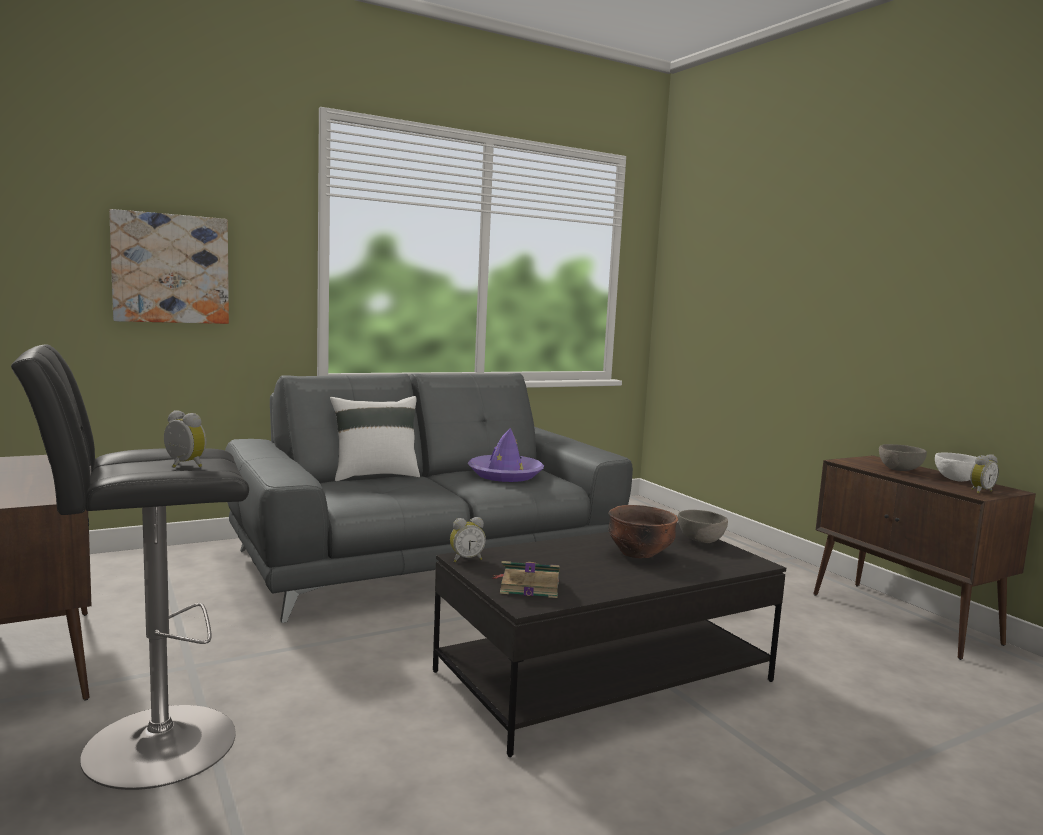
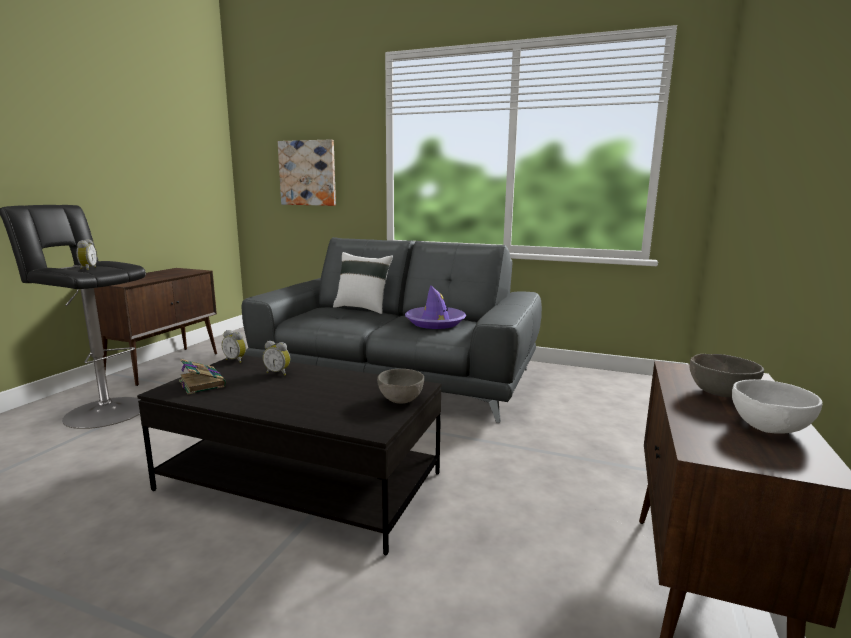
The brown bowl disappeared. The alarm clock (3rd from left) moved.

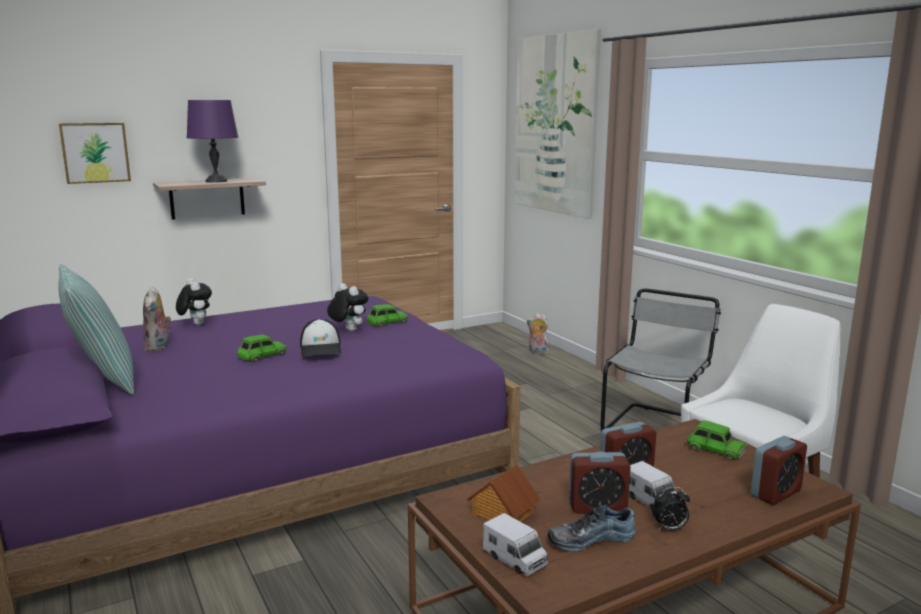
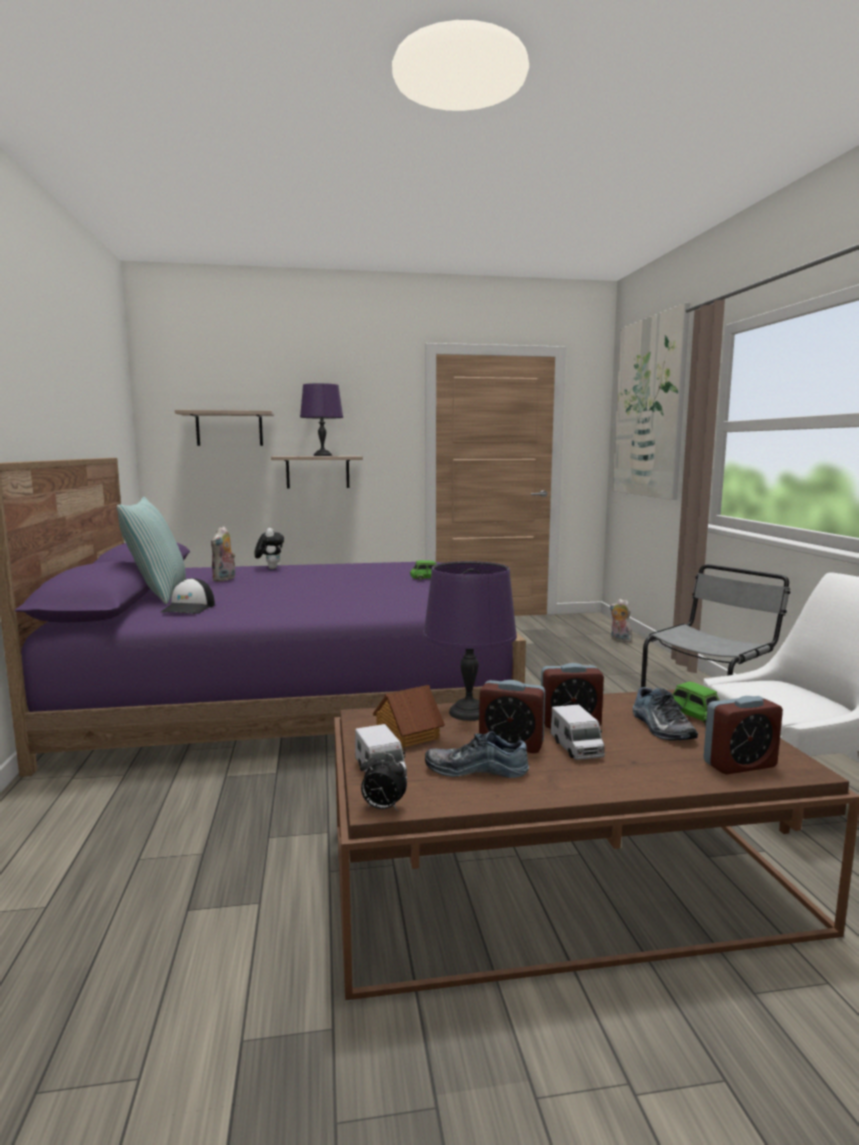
The green toy car (1st from left) disappeared. The plush toy (3rd from left) disappeared. The purple table lamp (2nd from left) appeared. The shoe (2nd from left) appeared. The cap moved. The alarm clock (3rd from left in the first image) moved. The picture (1st from left) was replaced by the shelf (1st from left).

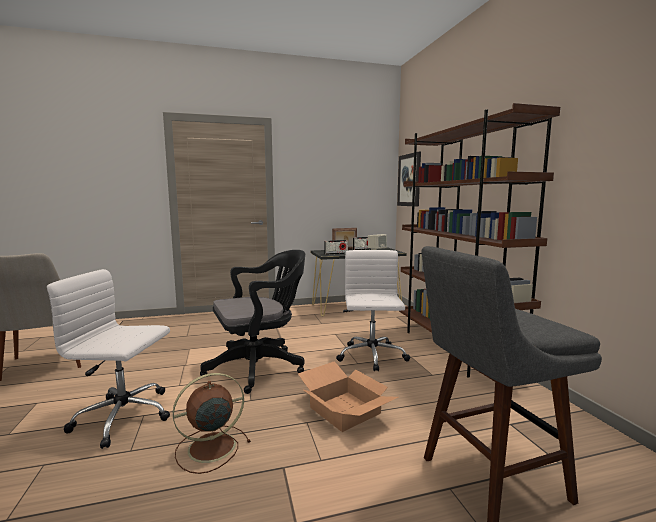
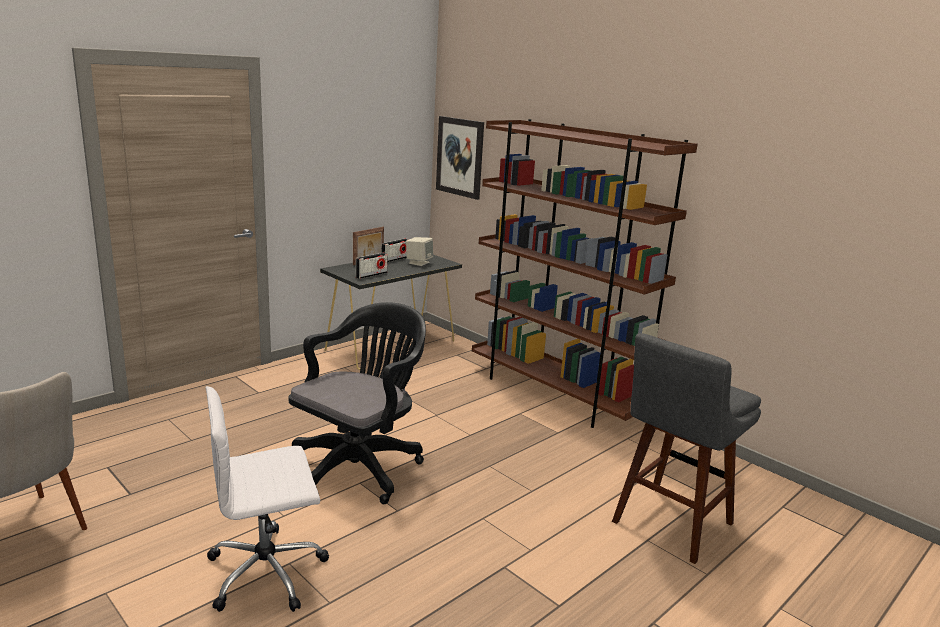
The brown fan disappeared. The cardboard box disappeared. The white office chair (2nd from left) disappeared.

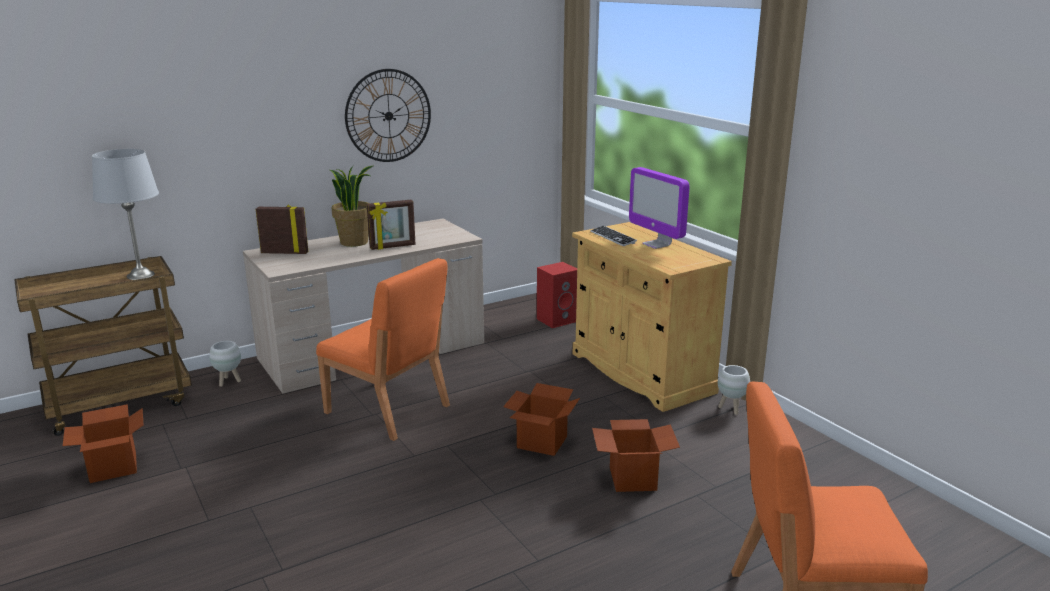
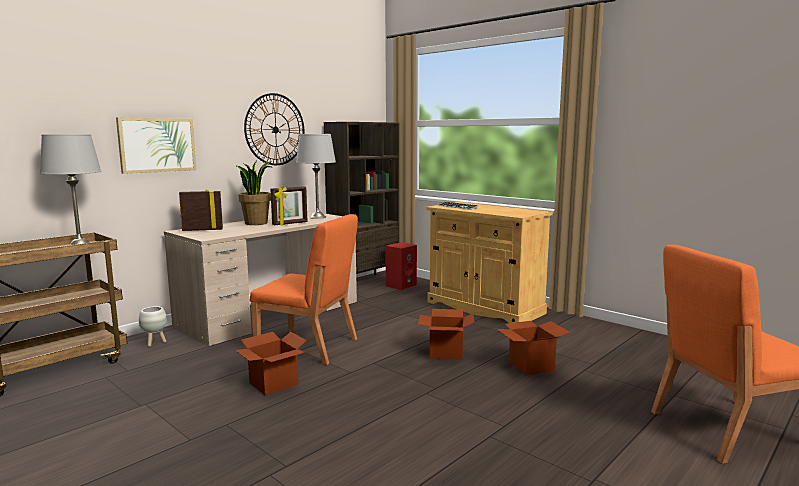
The monitor disappeared. The white planter (2nd from left) disappeared. The picture appeared. The grey table lamp (2nd from left) appeared. The brown bookcase appeared. The cardboard box (1st from left) moved.

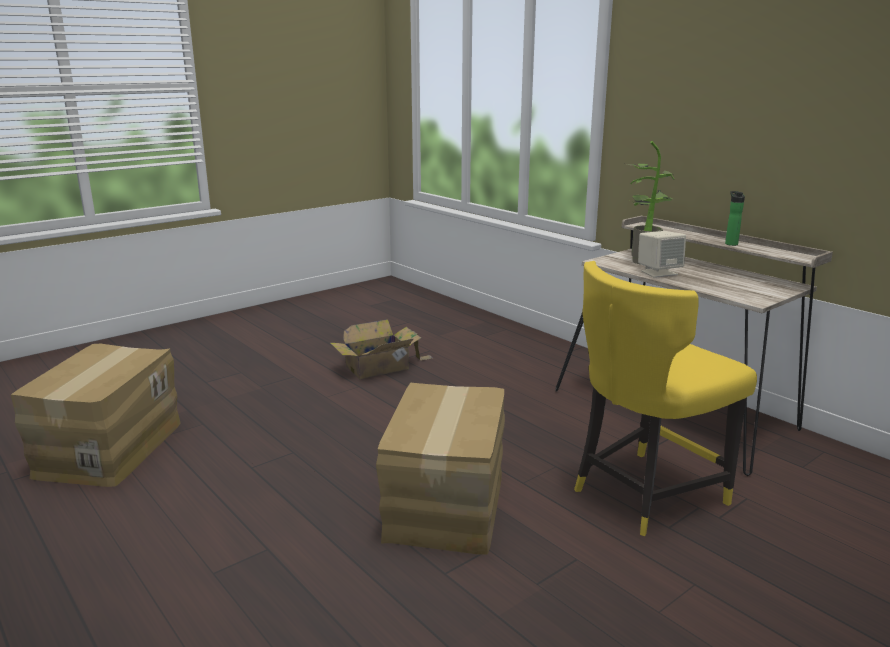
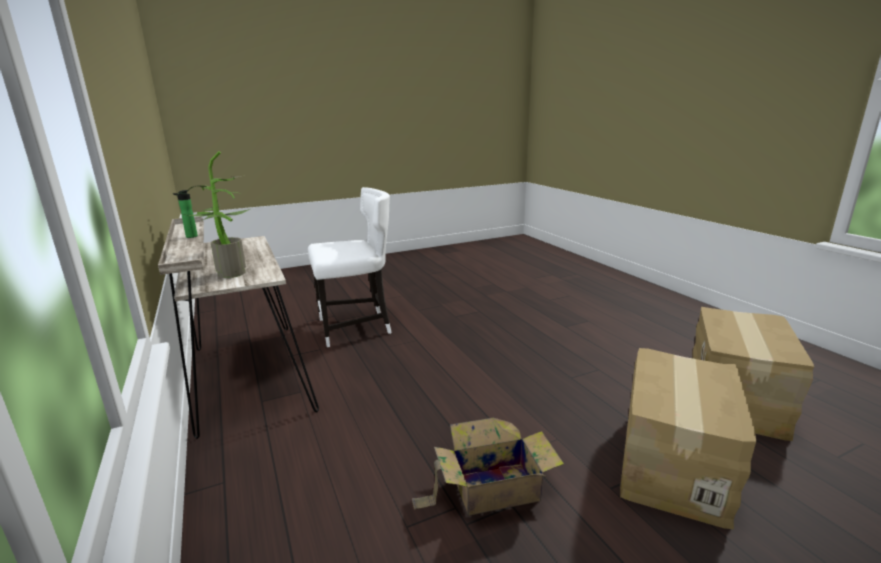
The beige speaker disappeared. The cardboard box (3rd from left in the first image) moved. The yellow chair became the white chair.

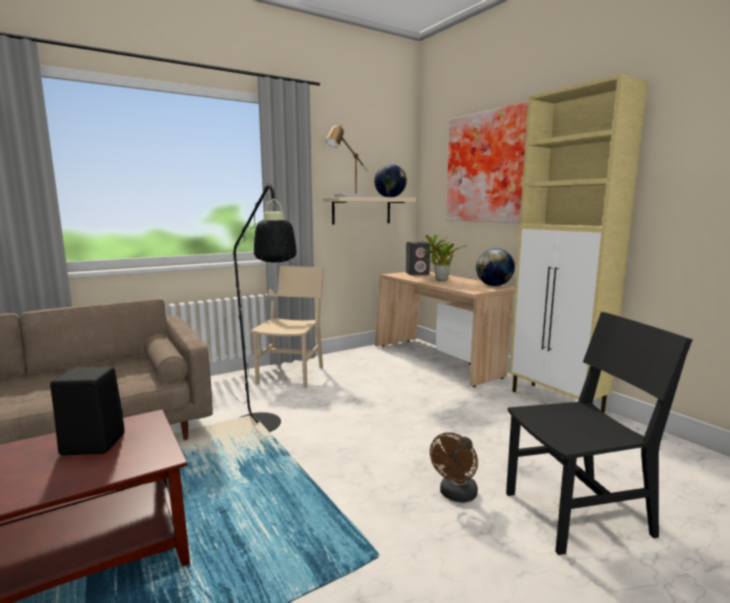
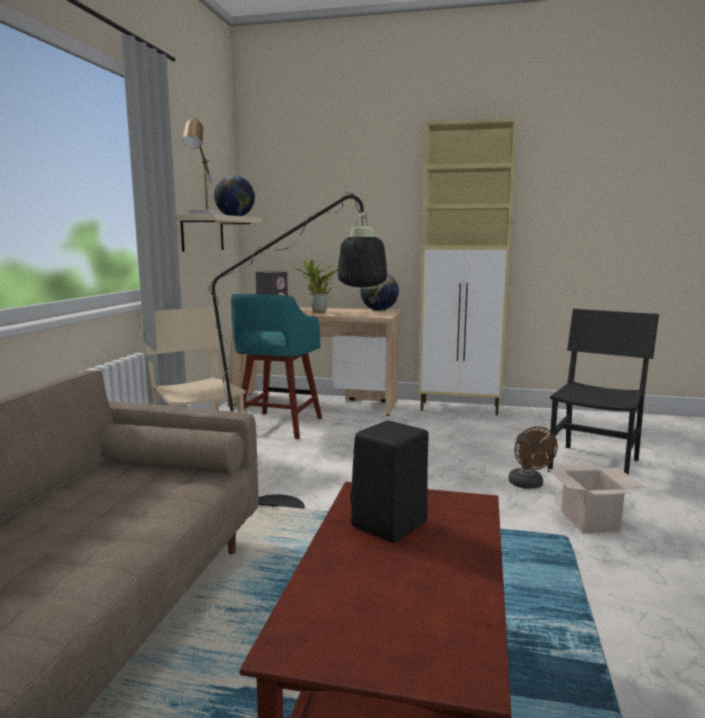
The picture disappeared. The turquoise stool appeared. The cardboard box appeared.

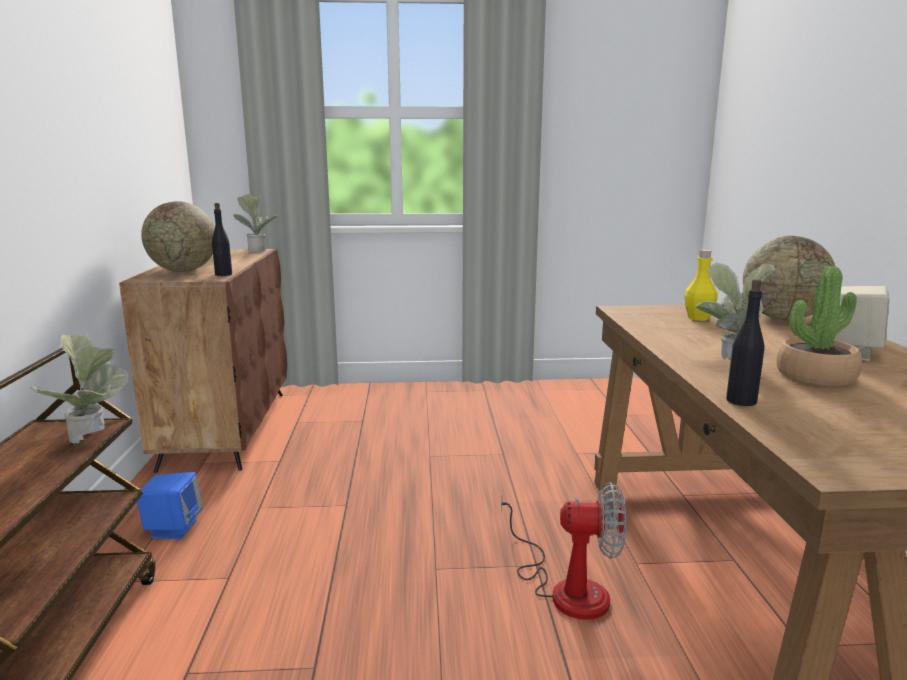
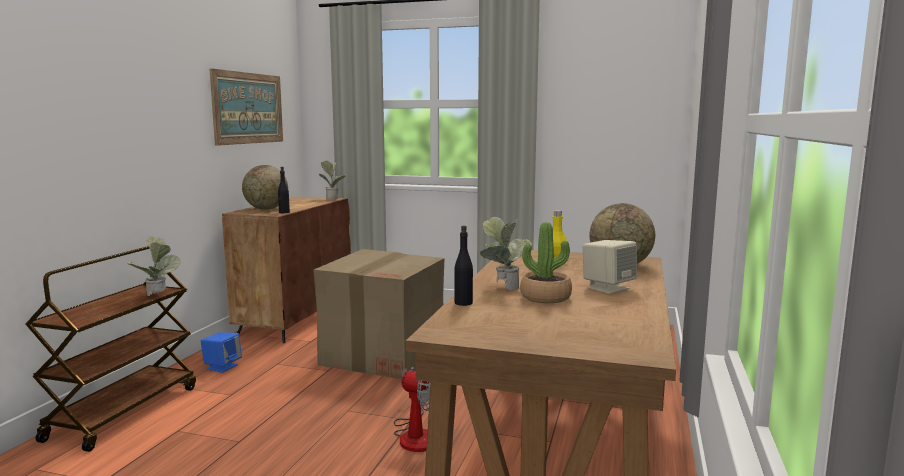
The picture appeared. The cardboard box appeared.

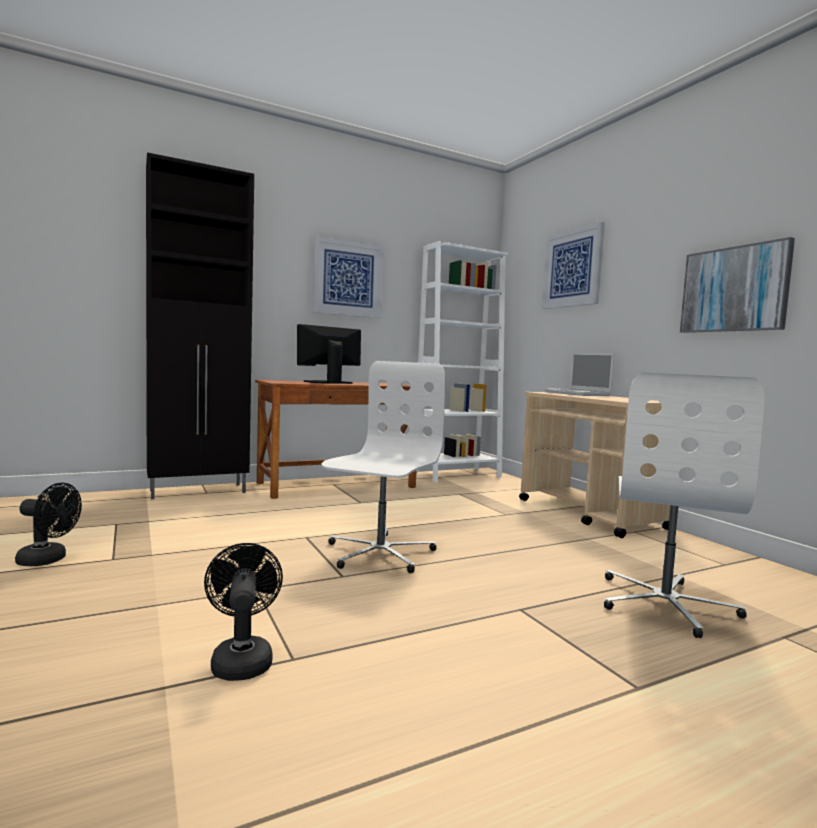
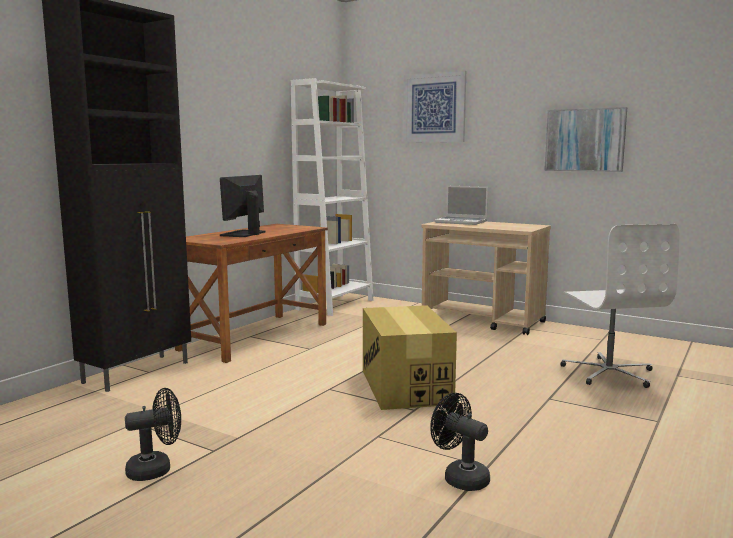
The picture (1st from left) disappeared. The white office chair (1st from left) was replaced by the cardboard box.

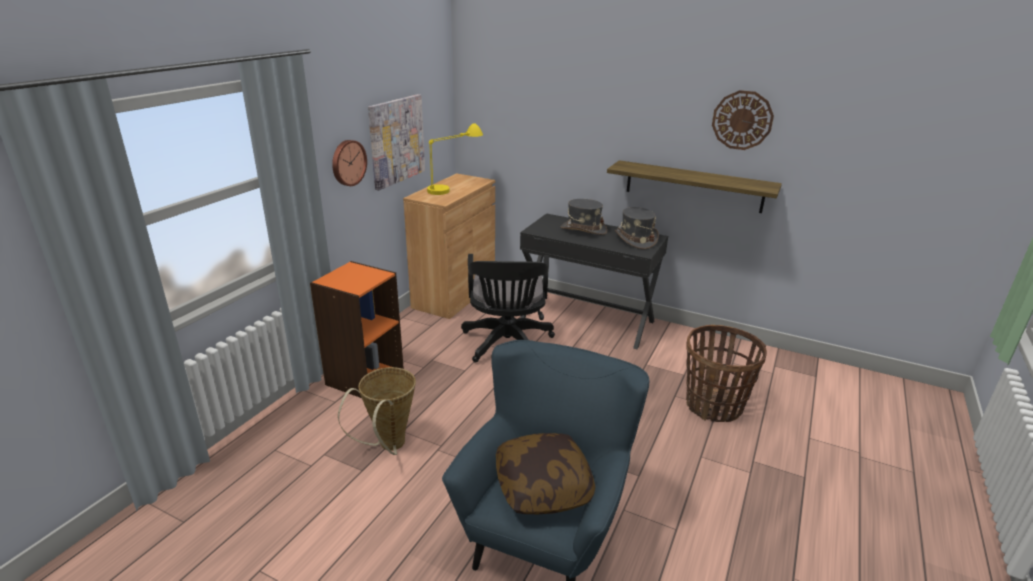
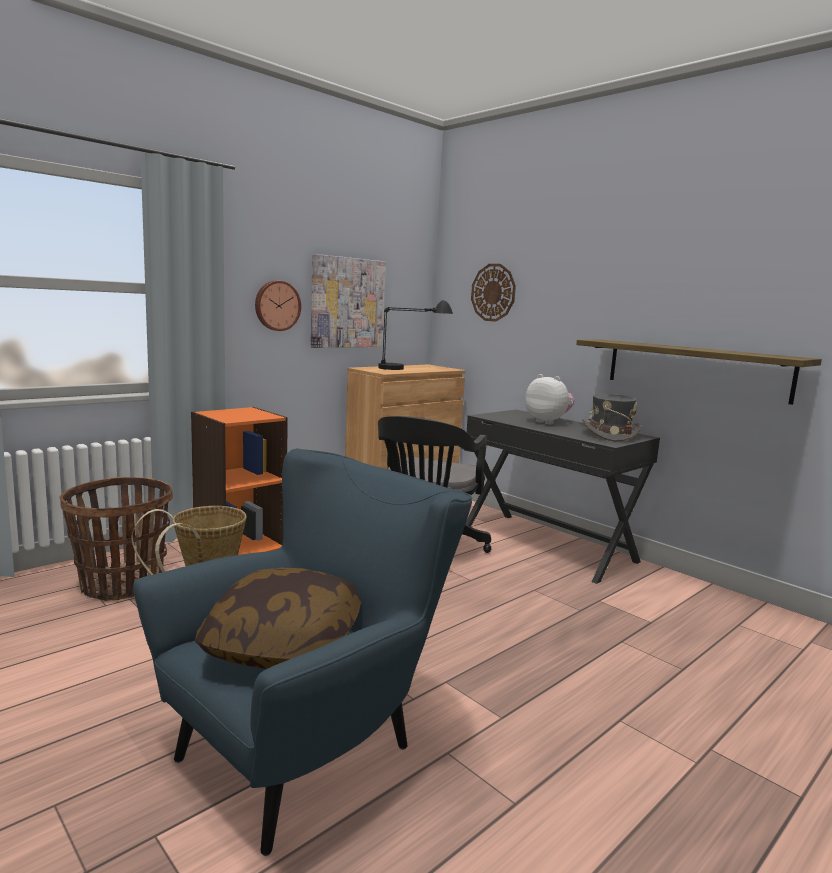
The basket (2nd from left in the first image) moved. The wall clock (2nd from left) moved. The grey hat (1st from left) was replaced by the plush toy. The yellow table lamp became the black table lamp.

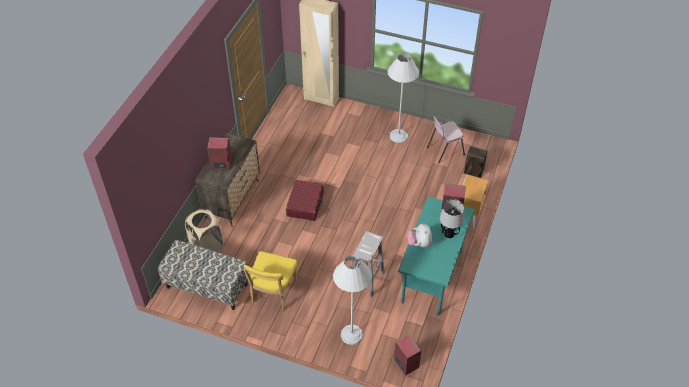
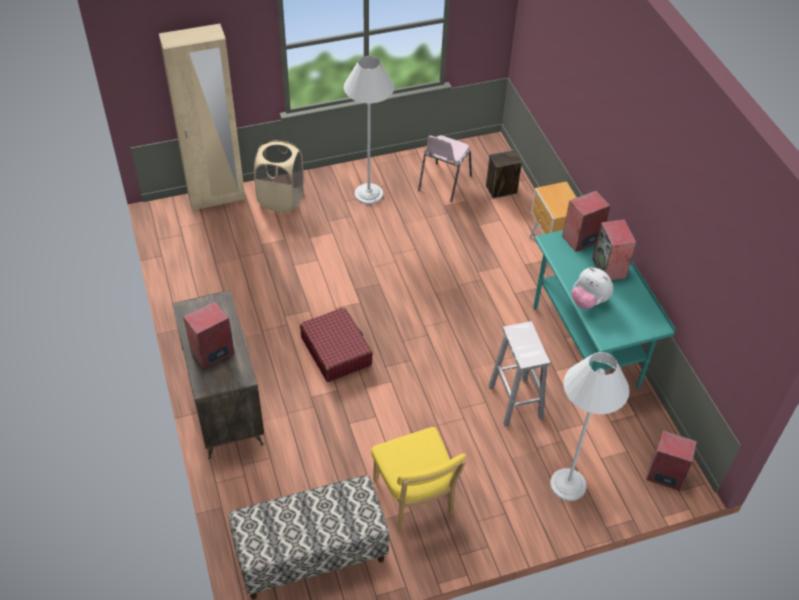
The beige laundry basket moved. The table lamp was replaced by the speaker (4th from left).

